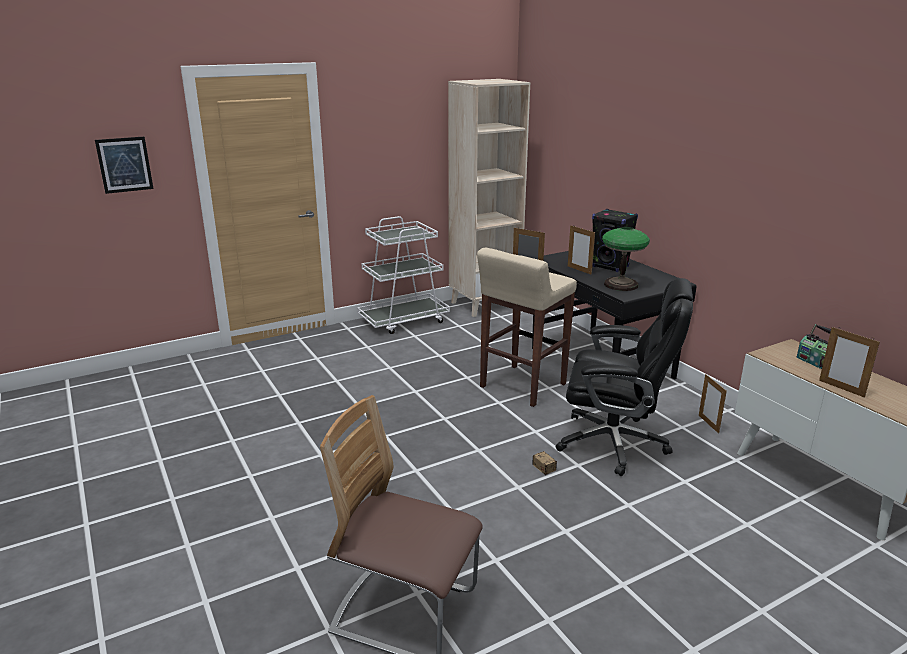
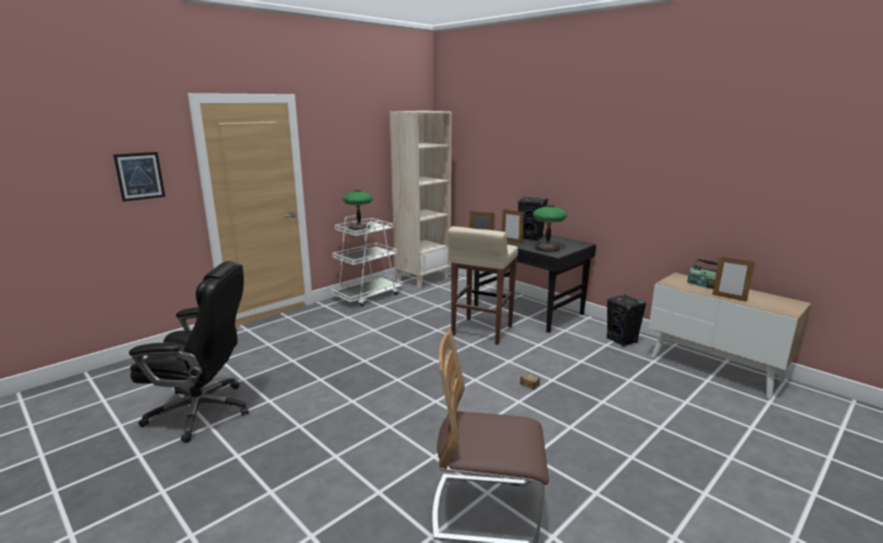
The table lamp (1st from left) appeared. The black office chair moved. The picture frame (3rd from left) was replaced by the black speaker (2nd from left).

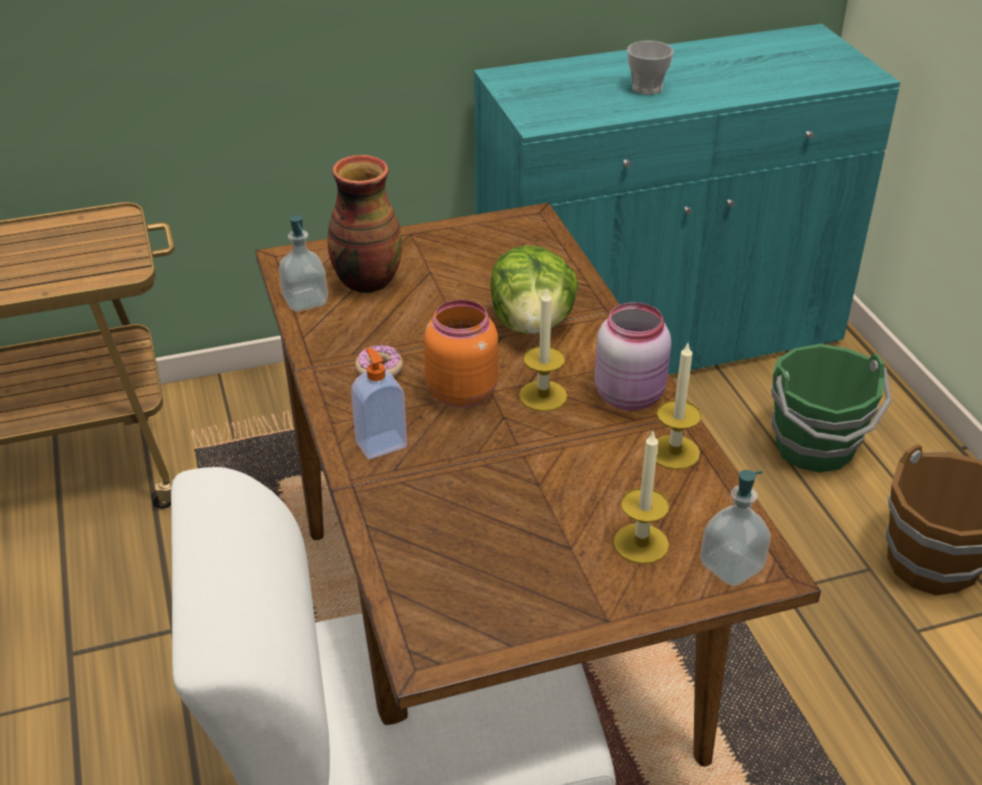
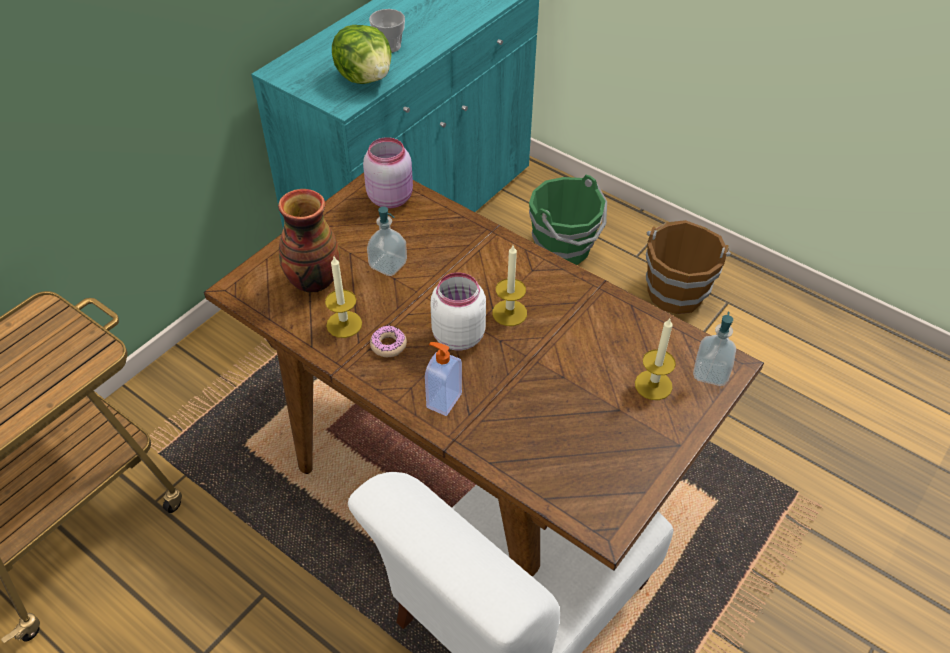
The soap dispenser (1st from left) moved. The lettuce moved. The pink jar moved. The candle (3rd from left in the first image) moved. The orange jar became the white jar.

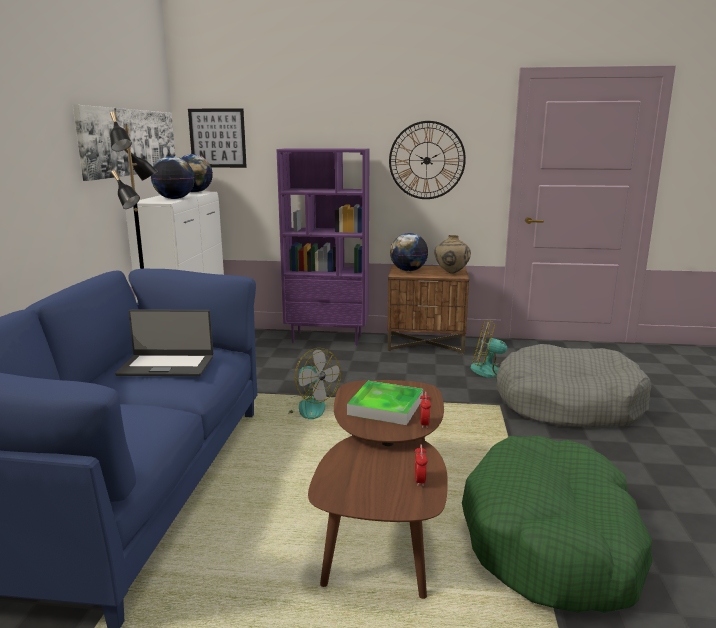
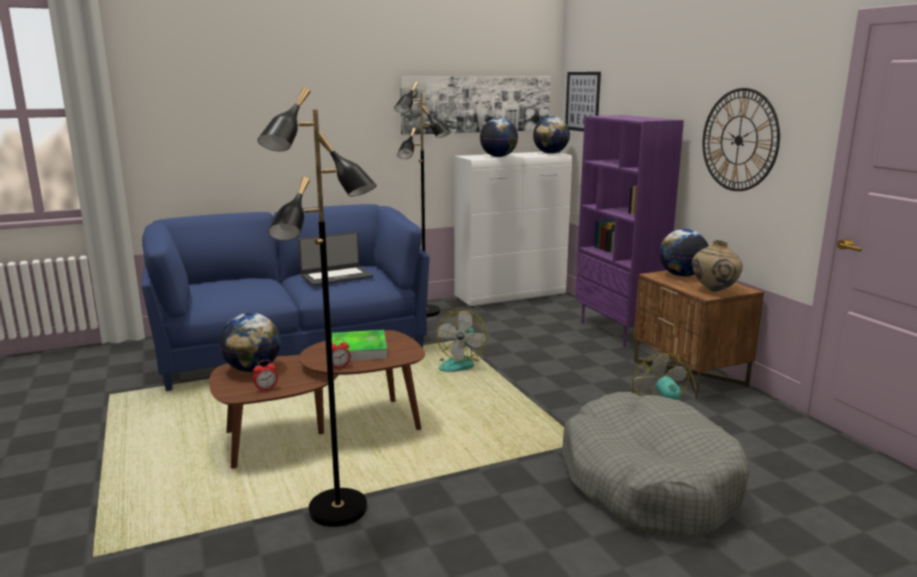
The globe (1st from left) appeared. The green dog bed was replaced by the black floor lamp (1st from left). The laptop turned 90 degrees counterclockwise.

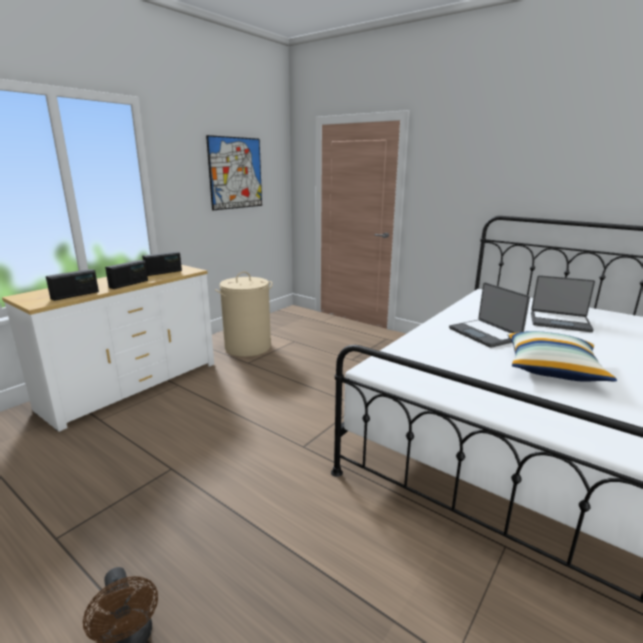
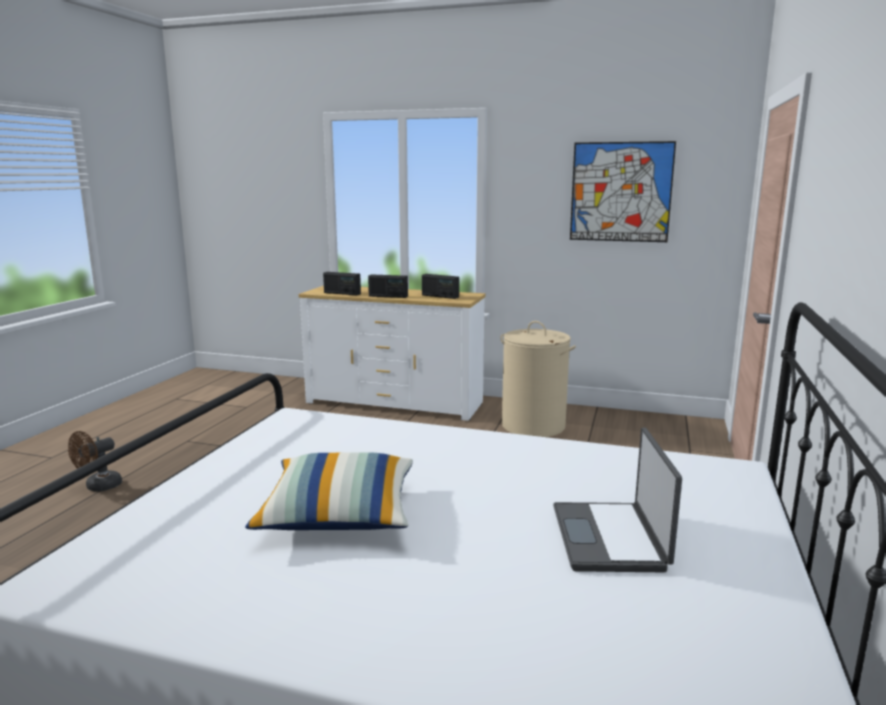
The laptop (1st from left) disappeared.

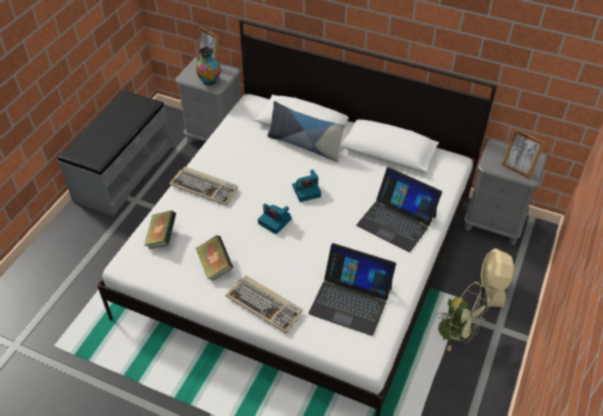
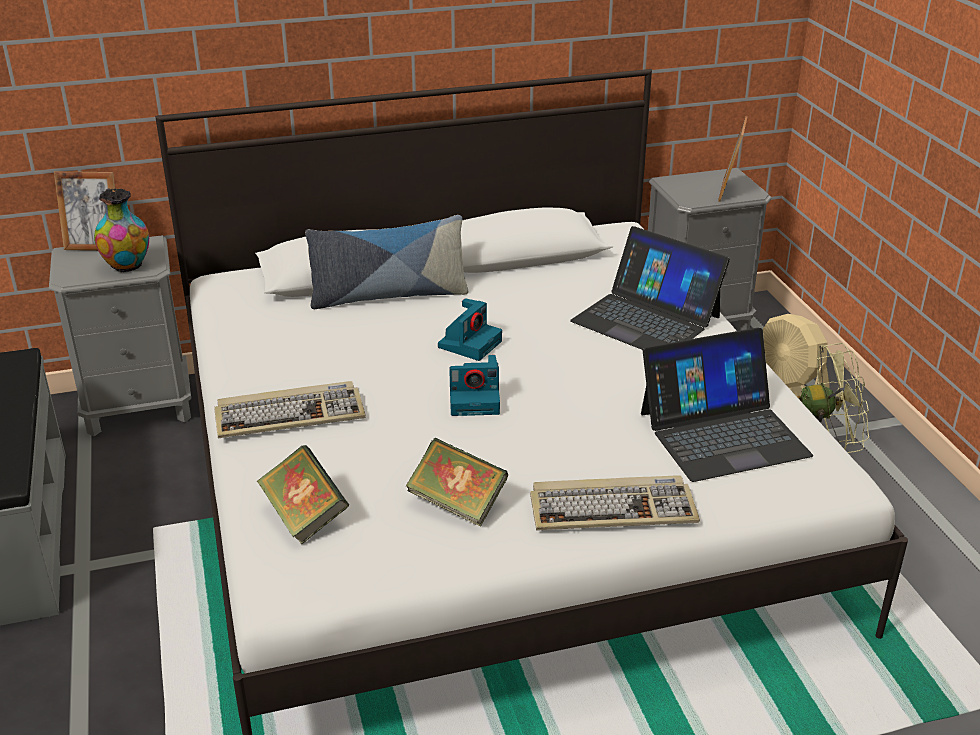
The laptop (2nd from left in the first image) turned 45 degrees clockwise. The picture frame (2nd from left) turned 105 degrees clockwise.

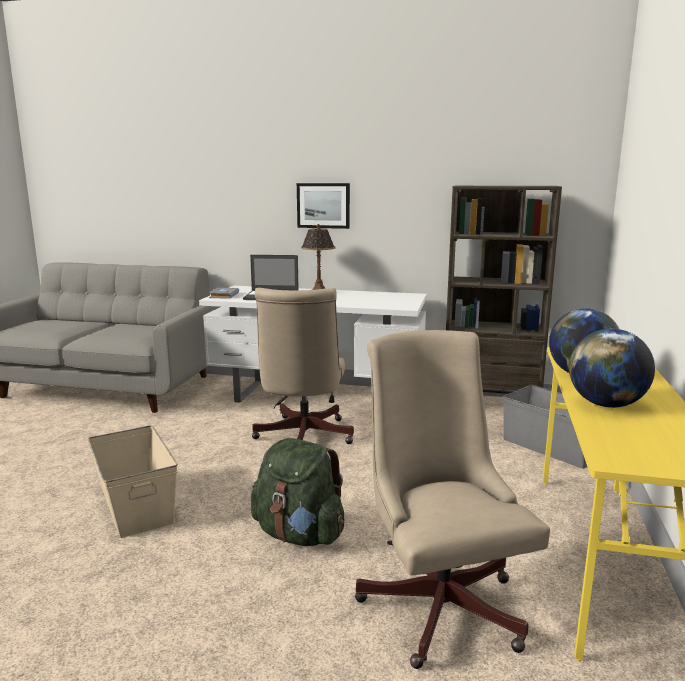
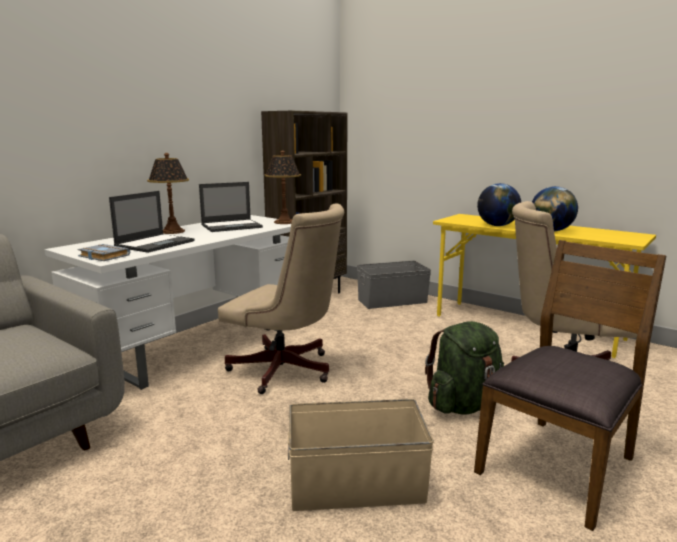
The picture disappeared. The laptop (2nd from left) appeared. The table lamp (2nd from left) appeared. The brown chair appeared.

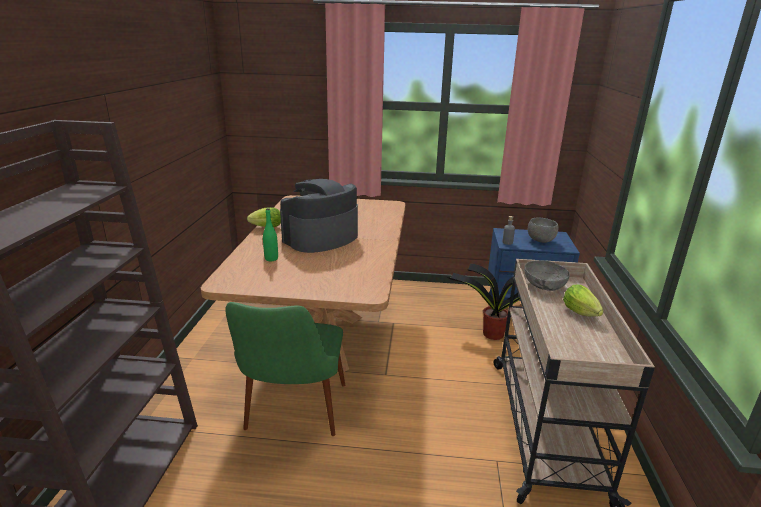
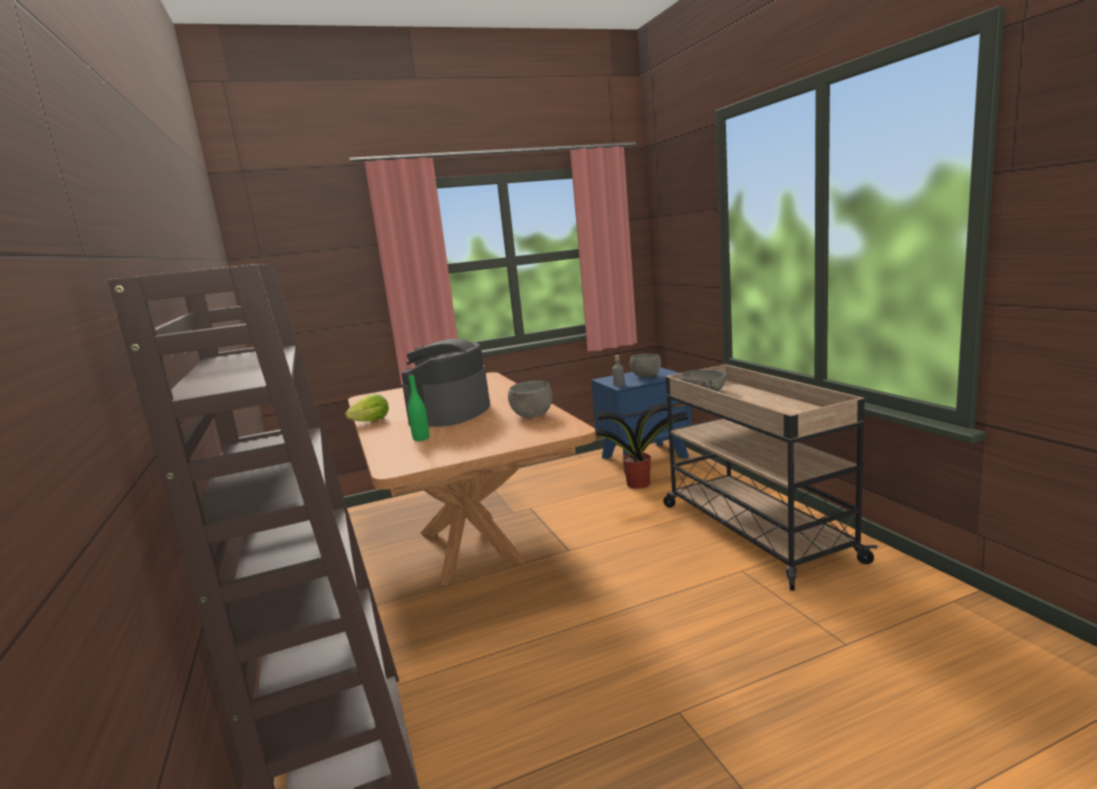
The green chair disappeared. The lettuce (2nd from left) disappeared. The grey bowl (1st from left) appeared.

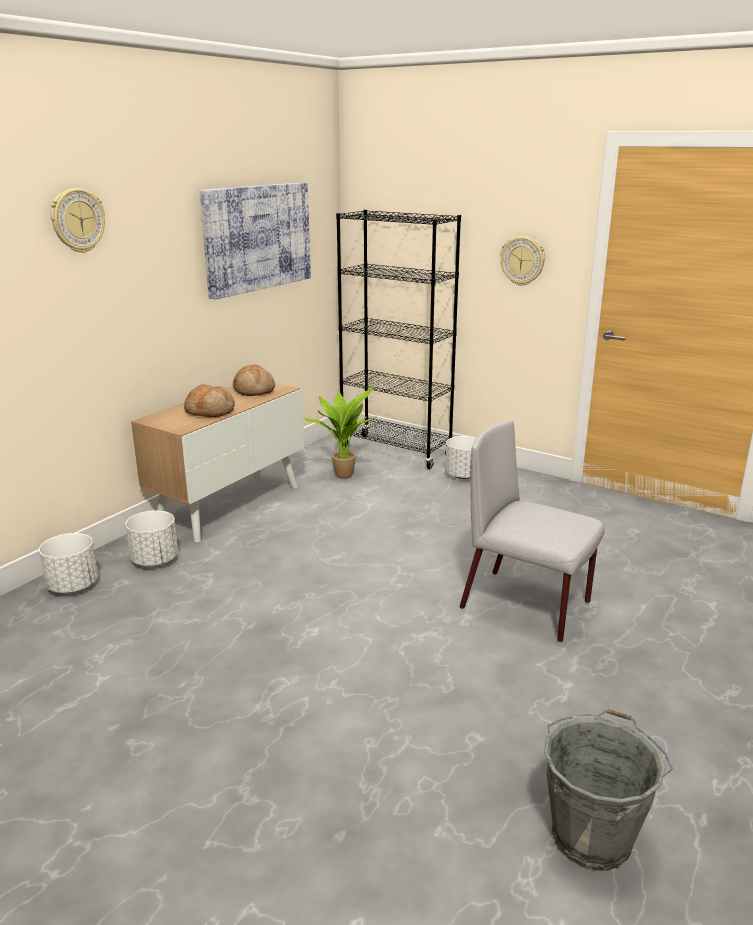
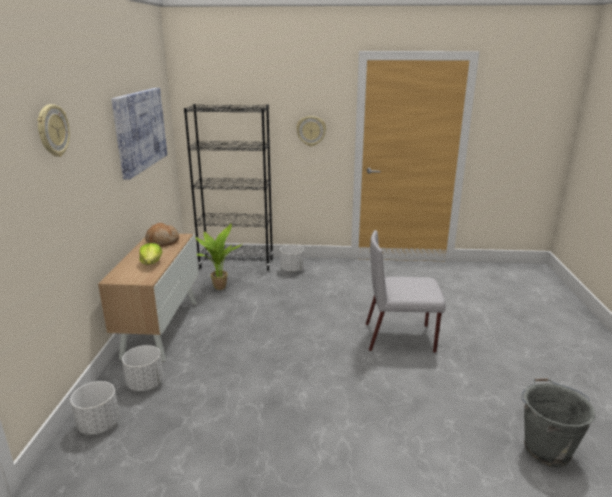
The bread (1st from left) was replaced by the lettuce.

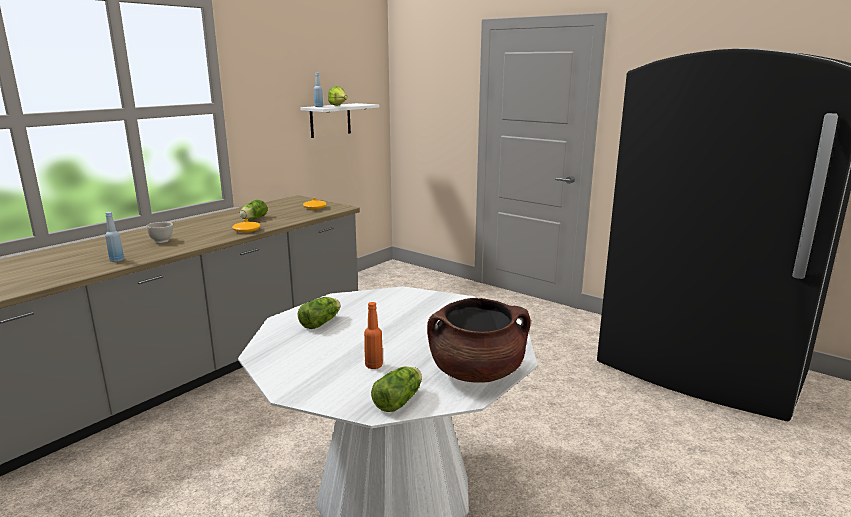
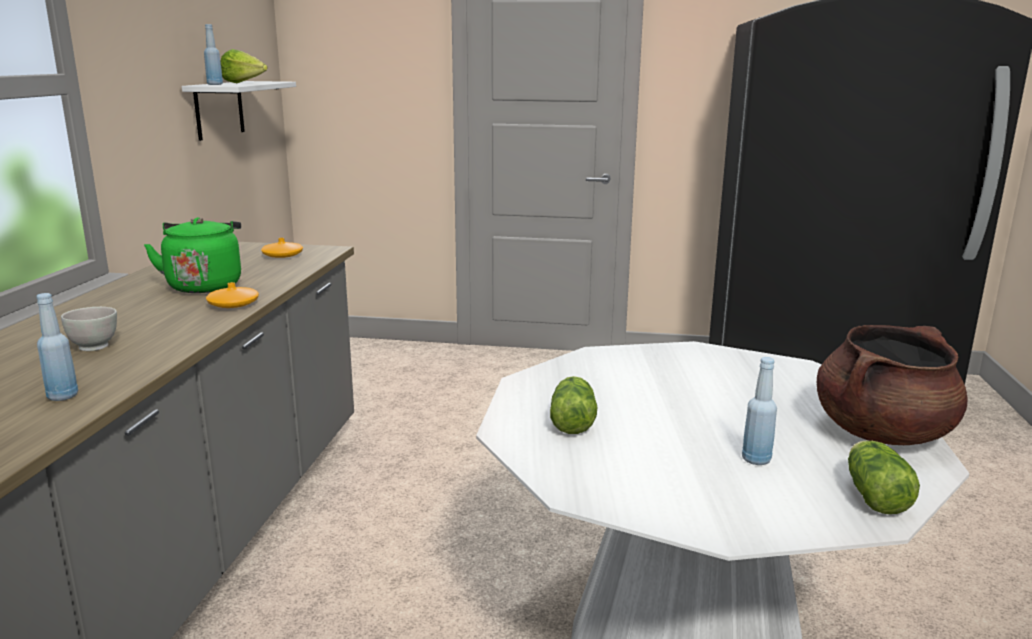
The lettuce (1st from left) was replaced by the green kettle. The orange bottle became the blue bottle (3rd from left).

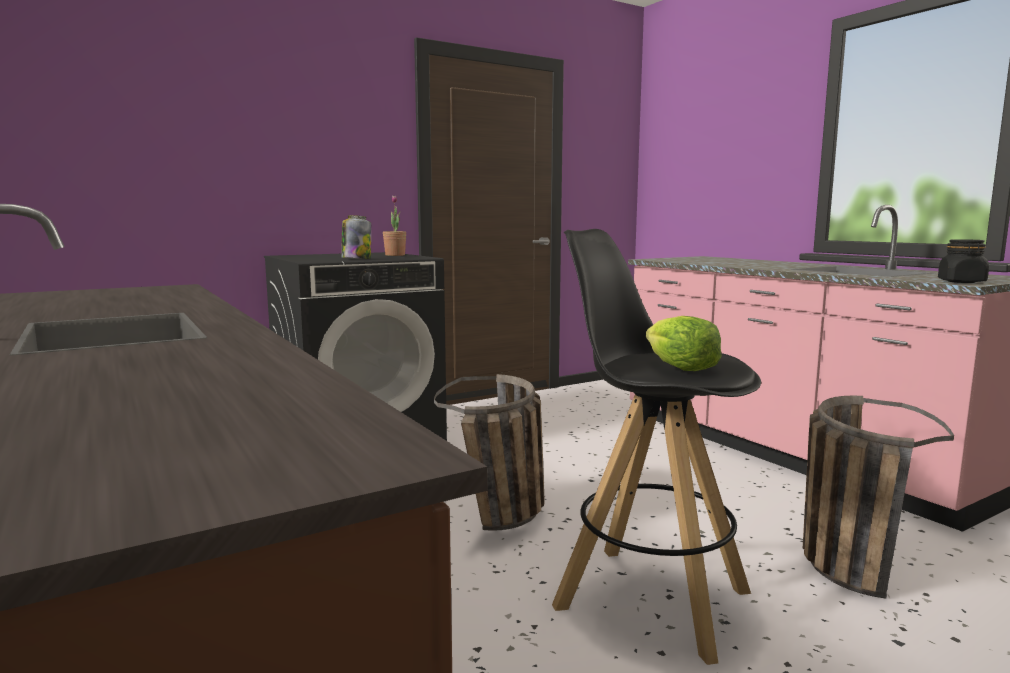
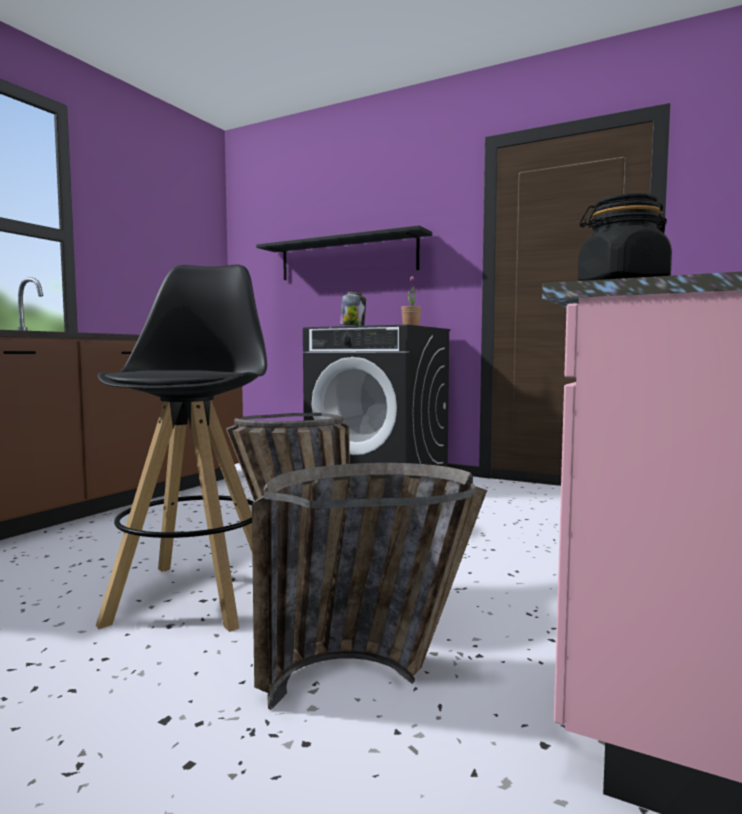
The lettuce disappeared. The black shelf appeared.

